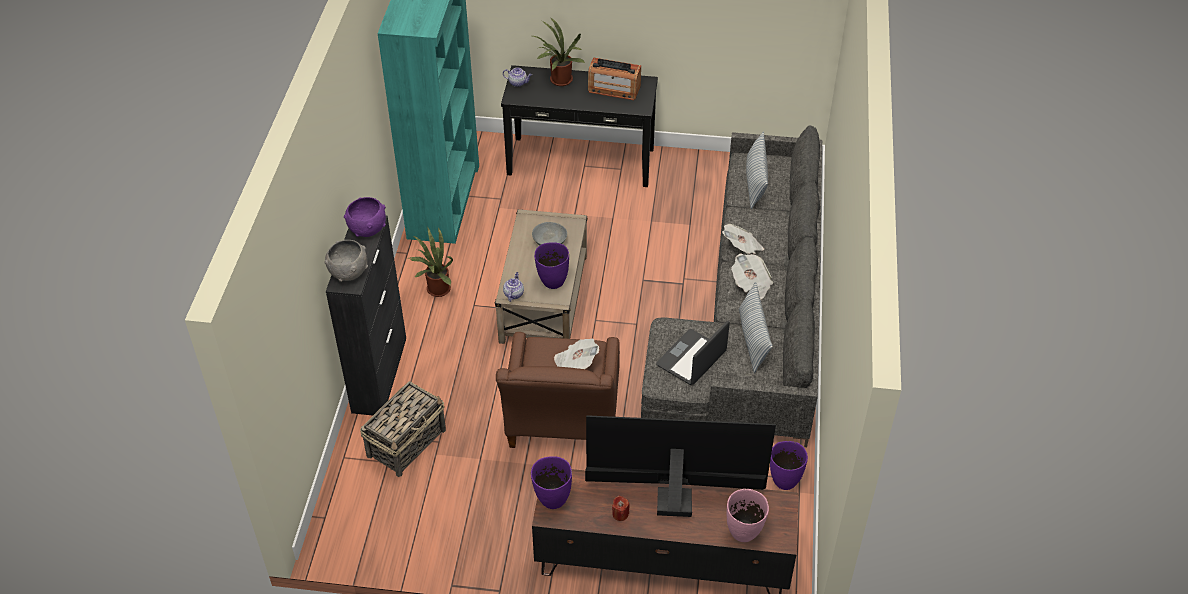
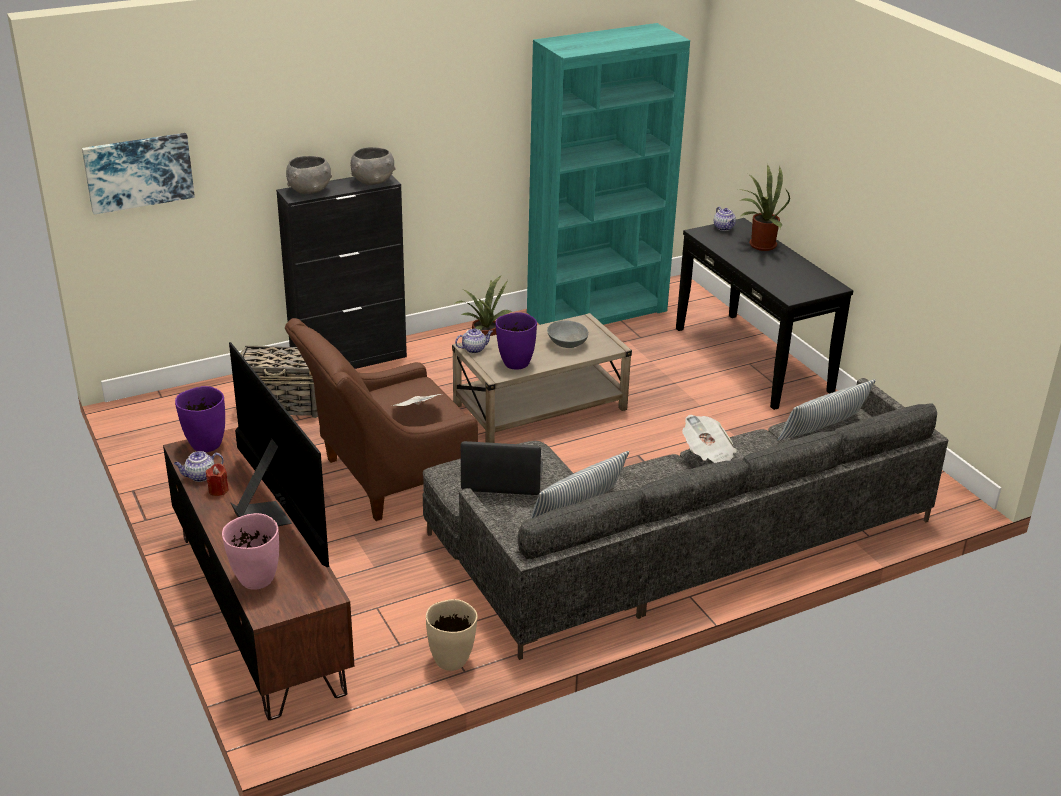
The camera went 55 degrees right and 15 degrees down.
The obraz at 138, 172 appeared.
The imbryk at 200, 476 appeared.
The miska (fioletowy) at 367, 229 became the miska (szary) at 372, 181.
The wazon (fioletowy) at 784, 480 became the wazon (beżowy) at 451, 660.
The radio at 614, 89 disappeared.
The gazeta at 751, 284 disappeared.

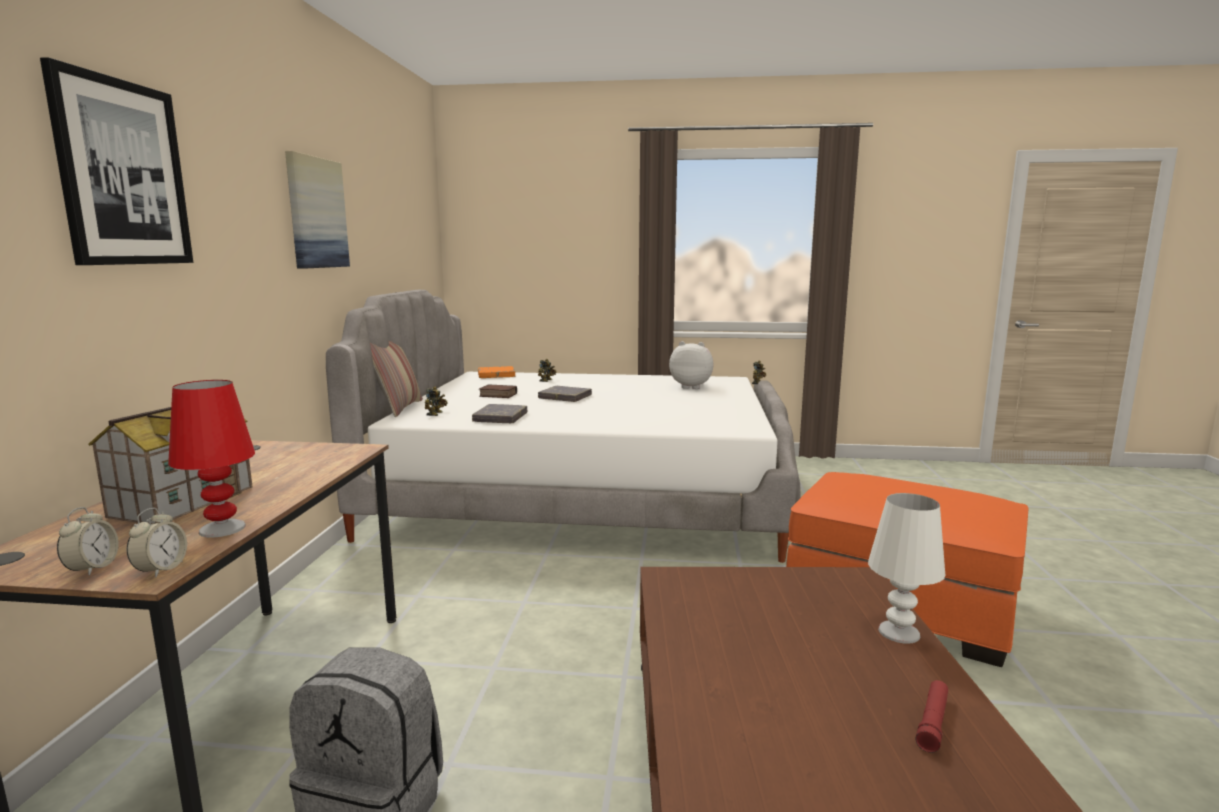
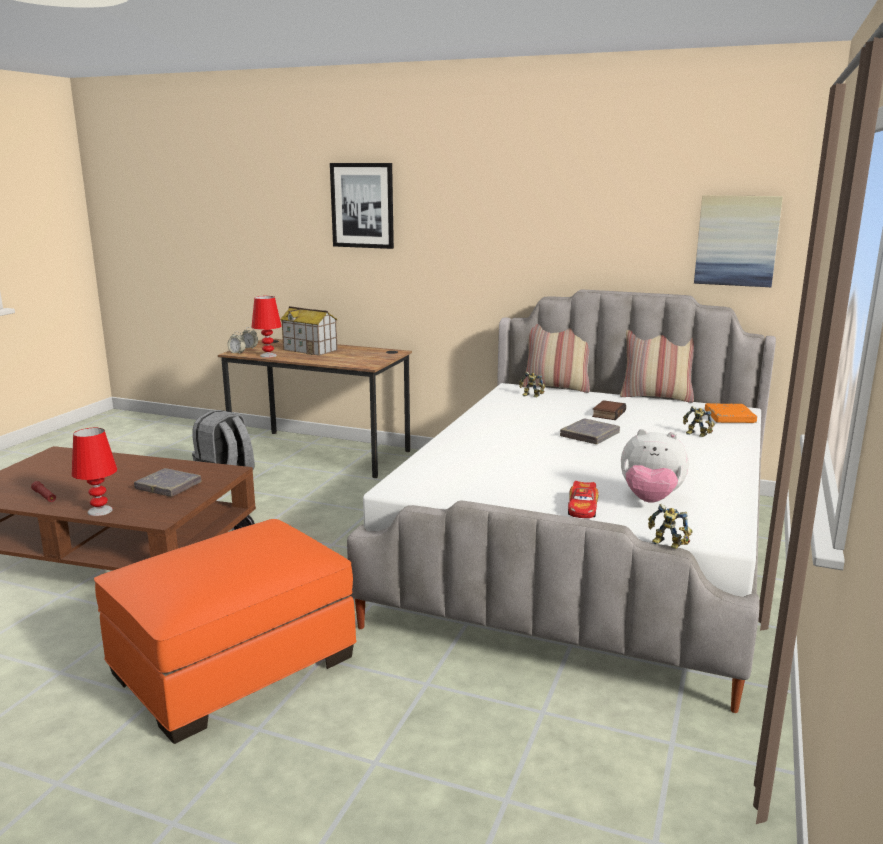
The camera went 105 degrees right and 5 degrees up.
The lampa stołowa (biały) at 899, 632 became the lampa stołowa (czerwony) at 100, 511.
The książka (szary) moved from 500, 418 to 168, 486.
The samochodzik at 582, 508 appeared.
The poduszka at 656, 397 appeared.
The pluszak at 691, 387 turned 75 degrees clockwise.
The obraz moved from 316, 213 to 737, 240.

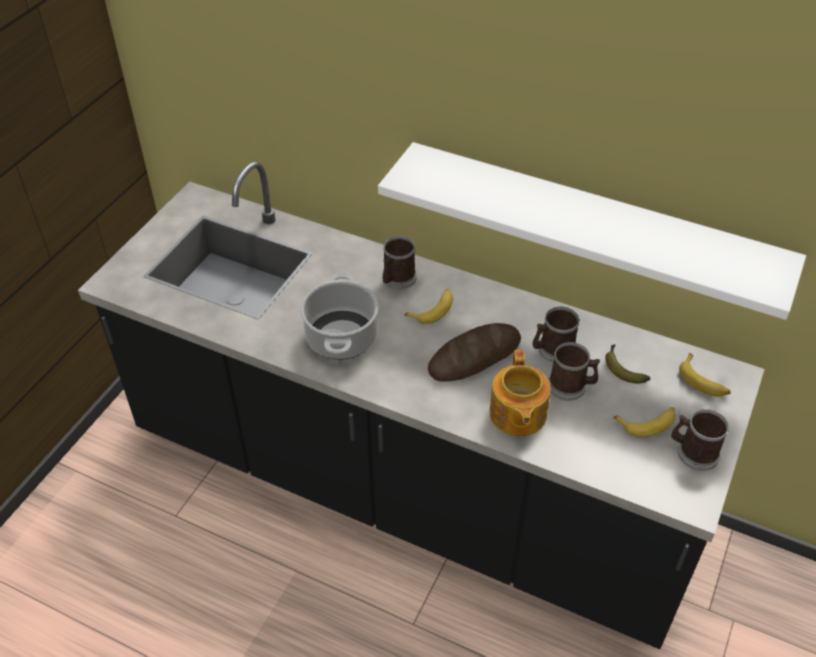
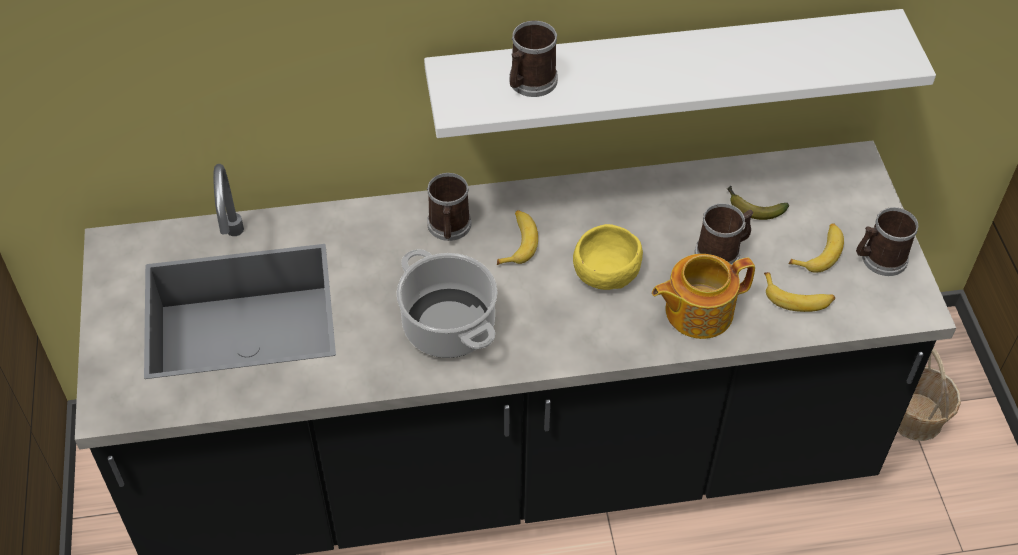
The camera went 35 degrees left and 5 degrees up.
The kubek moved from 552, 350 to 529, 83.
The chleb at 474, 357 was replaced by the miska (żółty) at 604, 272.
The imbryk at 517, 415 turned 105 degrees clockwise.
The banan moved from 703, 381 to 797, 298.
The koszyk at 915, 418 appeared.

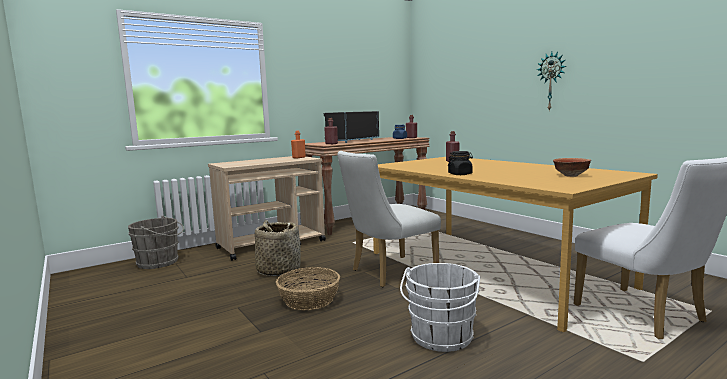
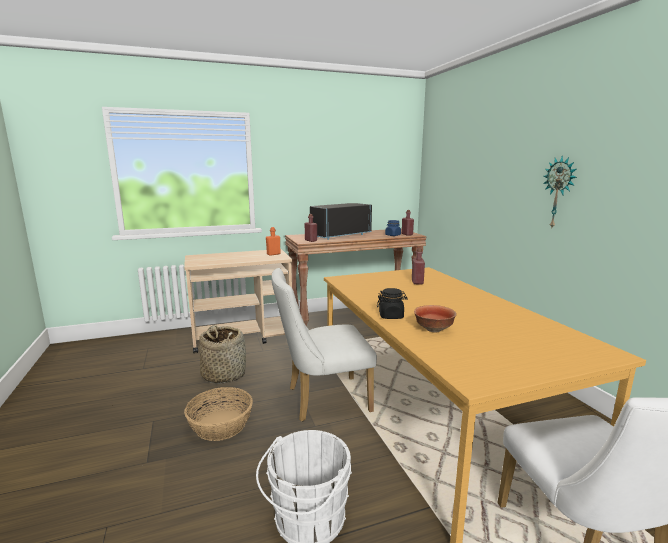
The camera went 15 degrees right and 5 degrees up.
The miska moved from 571, 176 to 433, 330.
The wiadro (szary) at 160, 262 disappeared.

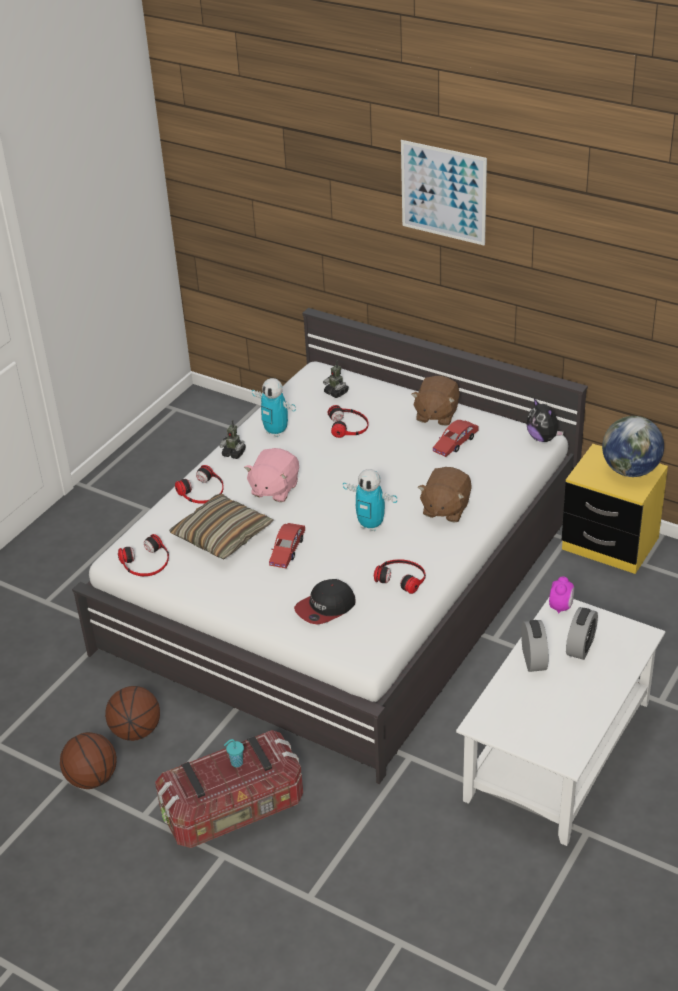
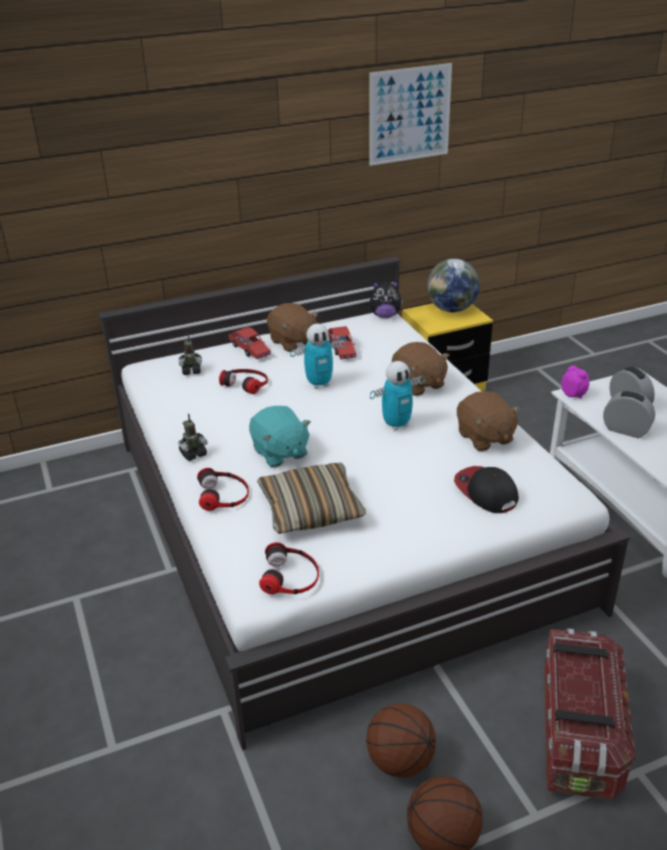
The camera went 55 degrees left and 5 degrees down.
The samochodzik (czerwony) moved from 287, 550 to 249, 350.
The pluszak (różowy) at 274, 489 became the pluszak (turkusowy) at 279, 453.
The robot zabawkowy moved from 276, 432 to 319, 384.
The obraz moved from 443, 192 to 409, 114.
The czapka z daszkiem at 325, 607 turned 150 degrees clockwise.
The słuchawki at 402, 577 was replaced by the pluszak (brązowy) at 484, 438.
The filiżanka (turkusowy) at 236, 763 disappeared.

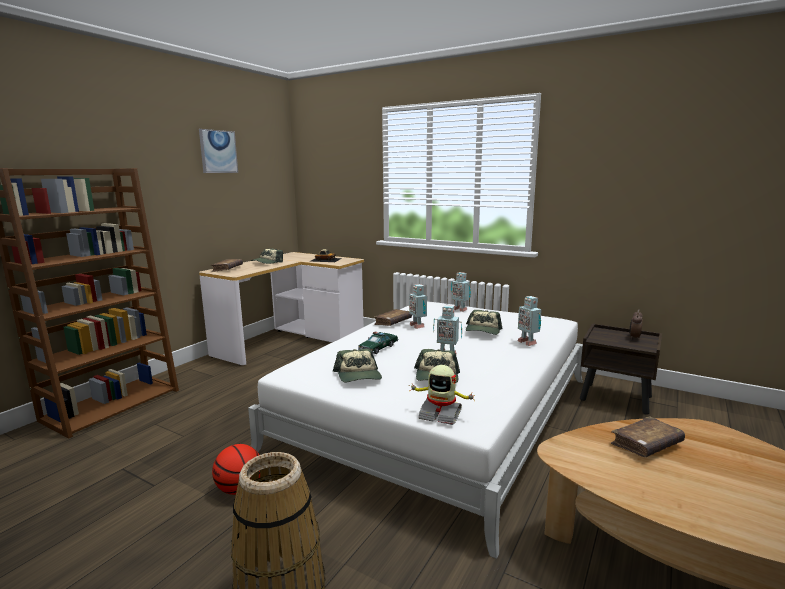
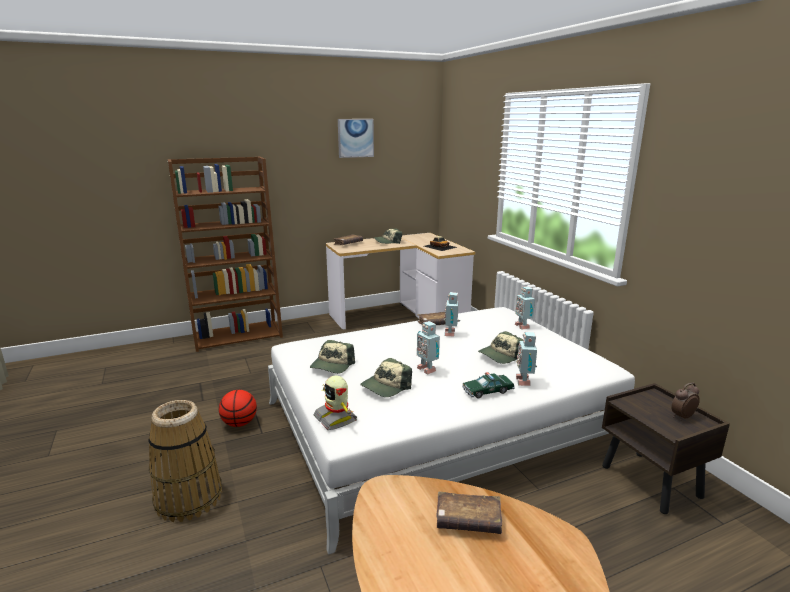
The camera went 35 degrees right and 5 degrees up.
The samochodzik moved from 378, 348 to 487, 391.

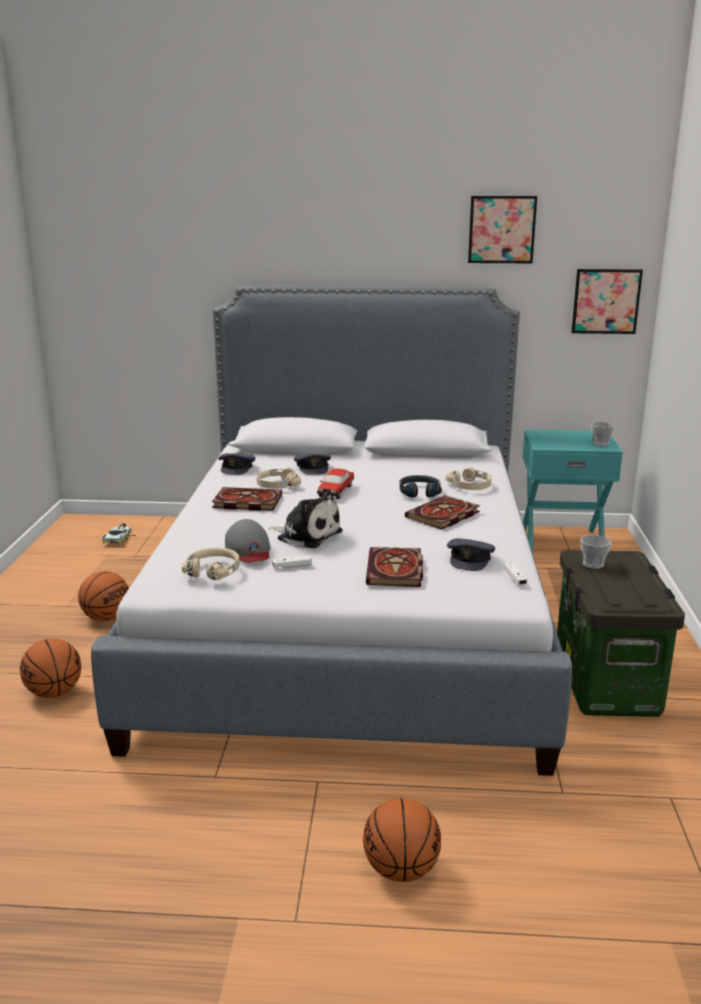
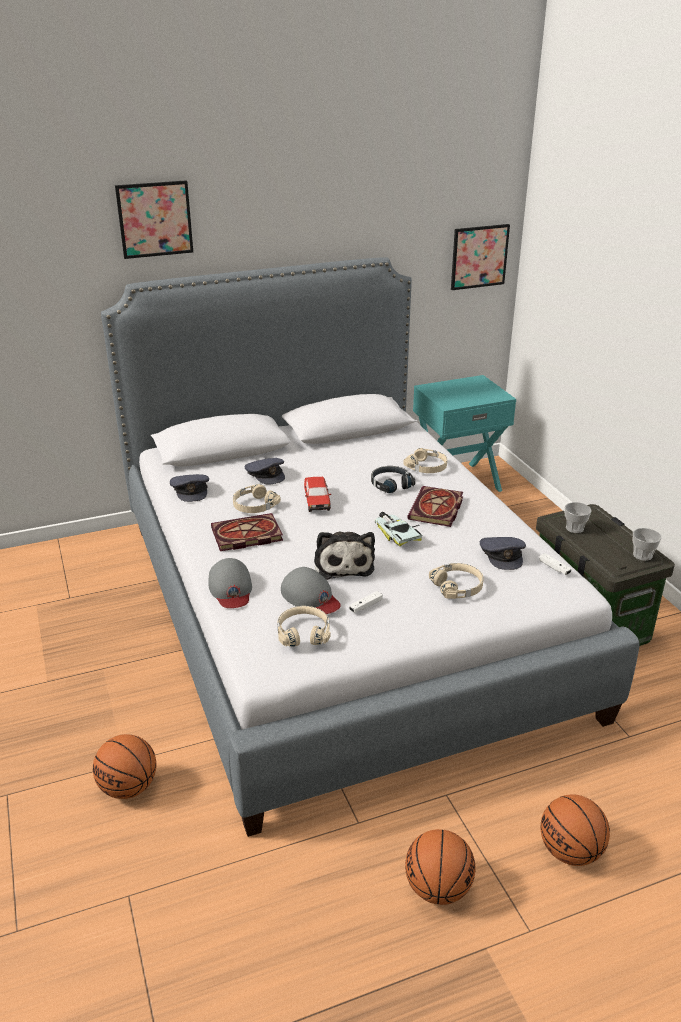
The camera went 25 degrees left and 10 degrees up.
The obraz moved from 501, 229 to 155, 219.
The czapka z daszkiem (szary) at 231, 588 appeared.
The pluszak at 307, 535 turned 75 degrees clockwise.
The samochodzik moved from 119, 537 to 397, 532.
The piłka do koszykówki moved from 106, 618 to 438, 888.
The książka at 396, 571 was replaced by the słuchawki (beżowy) at 458, 586.
The filiżanka moved from 600, 444 to 642, 555.

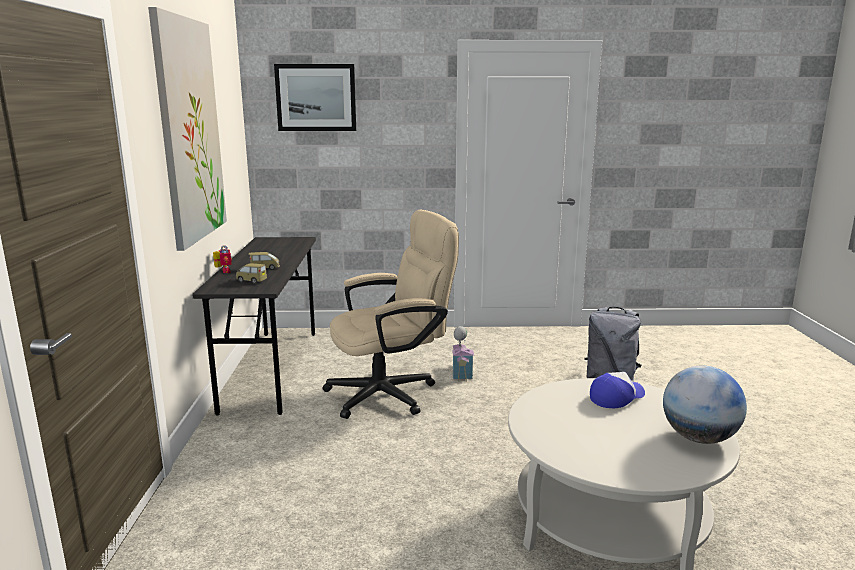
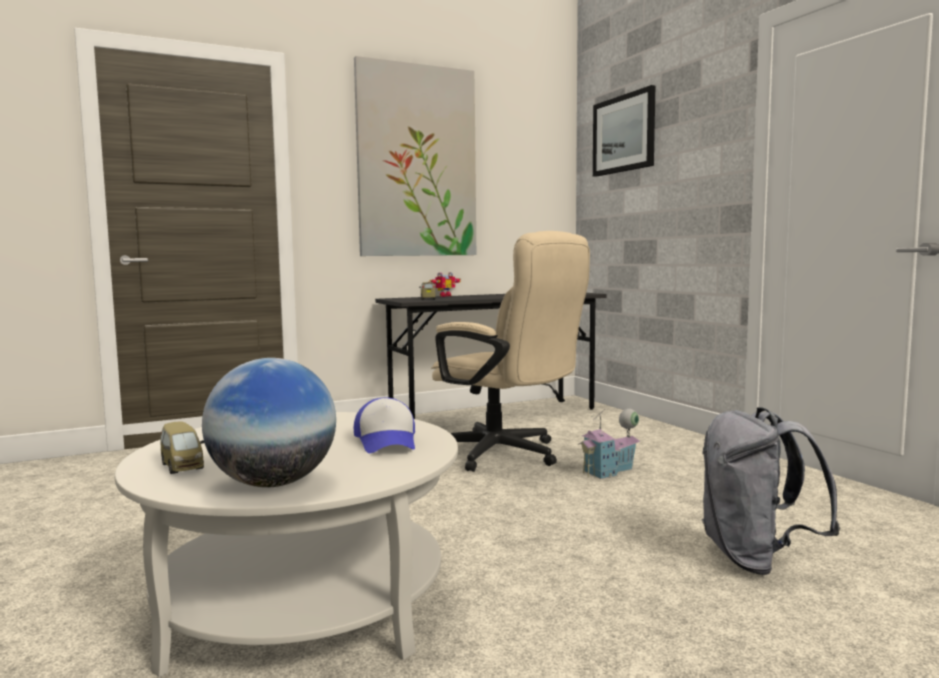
The camera went 65 degrees right and 10 degrees down.
The samochodzik moved from 265, 268 to 182, 466.
The czapka z daszkiem at 616, 397 turned 45 degrees clockwise.

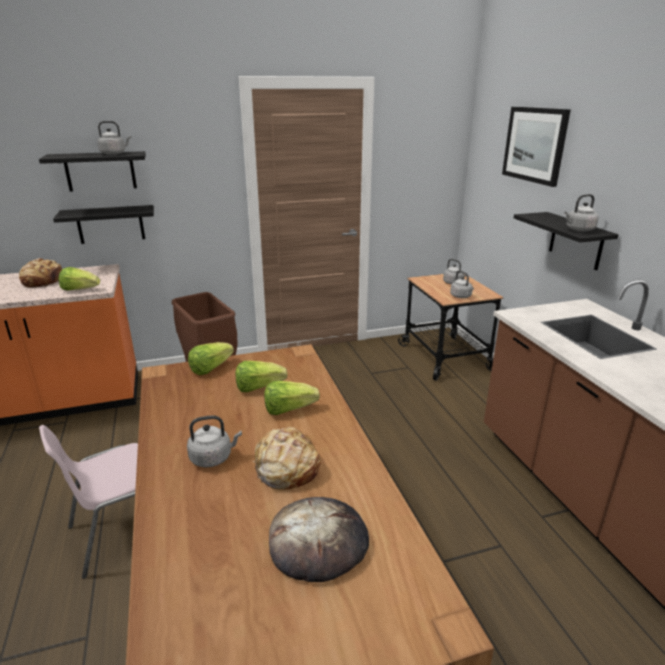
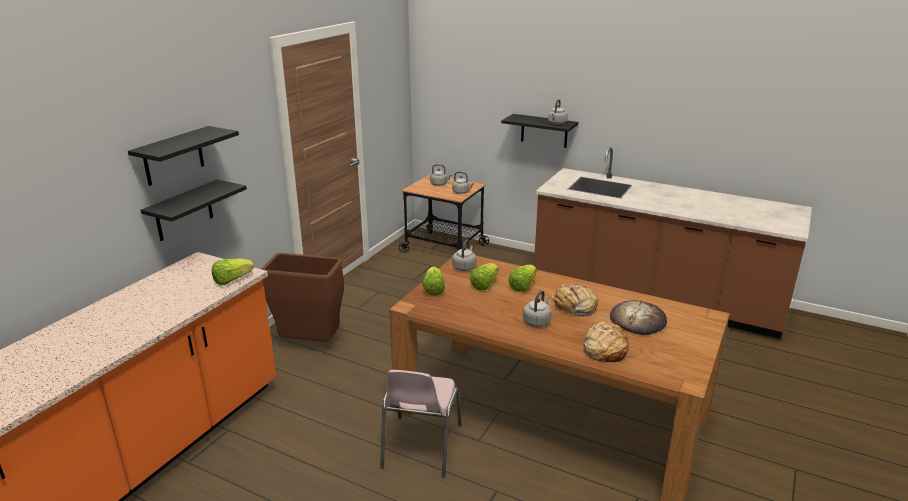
The camera went 45 degrees left and 0 degrees up.
The czajnik (szary) moved from 114, 154 to 464, 267.
The chleb moved from 43, 281 to 604, 349.
The obraz at 534, 145 disappeared.

